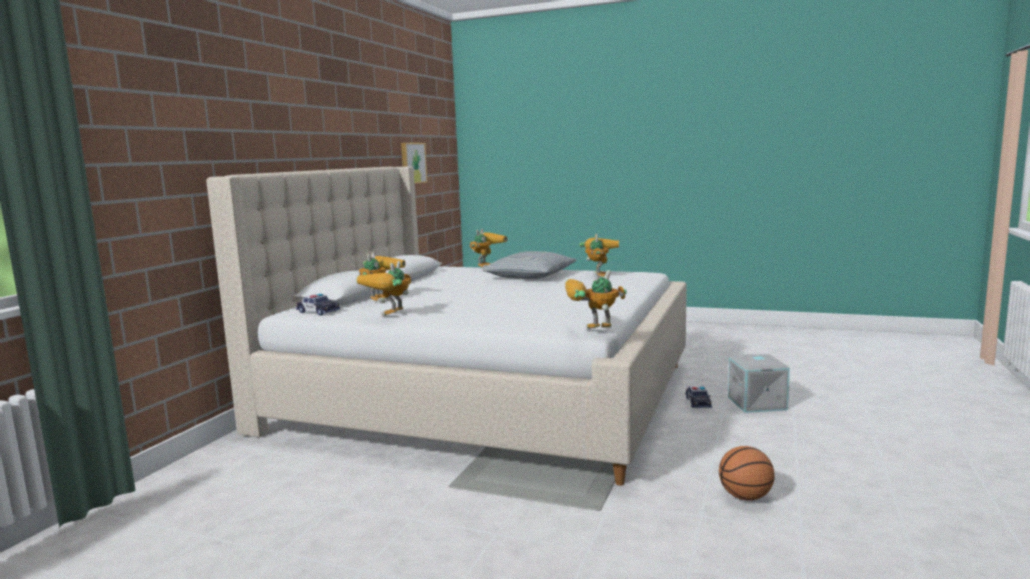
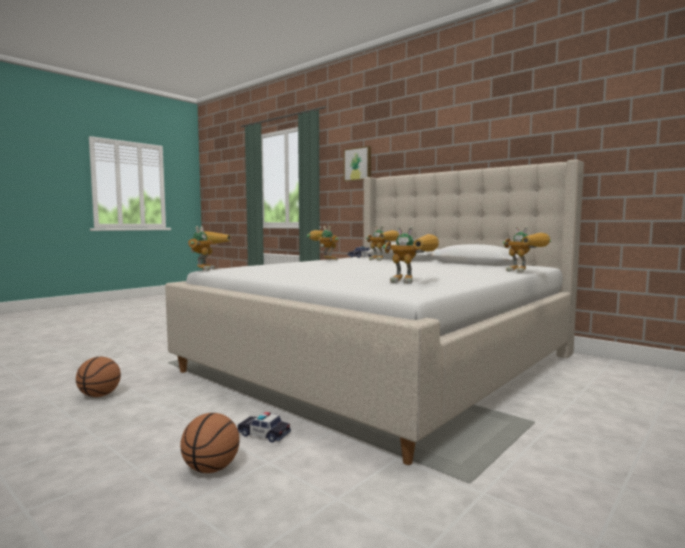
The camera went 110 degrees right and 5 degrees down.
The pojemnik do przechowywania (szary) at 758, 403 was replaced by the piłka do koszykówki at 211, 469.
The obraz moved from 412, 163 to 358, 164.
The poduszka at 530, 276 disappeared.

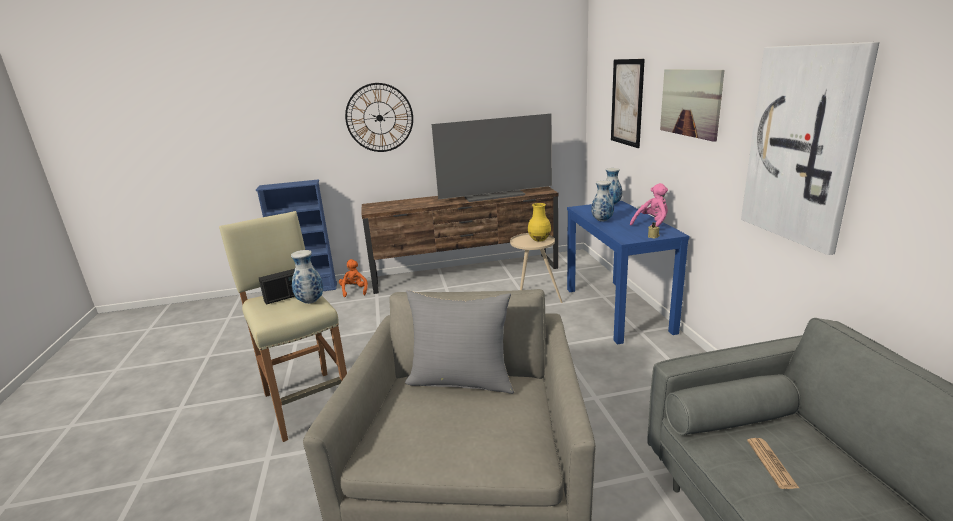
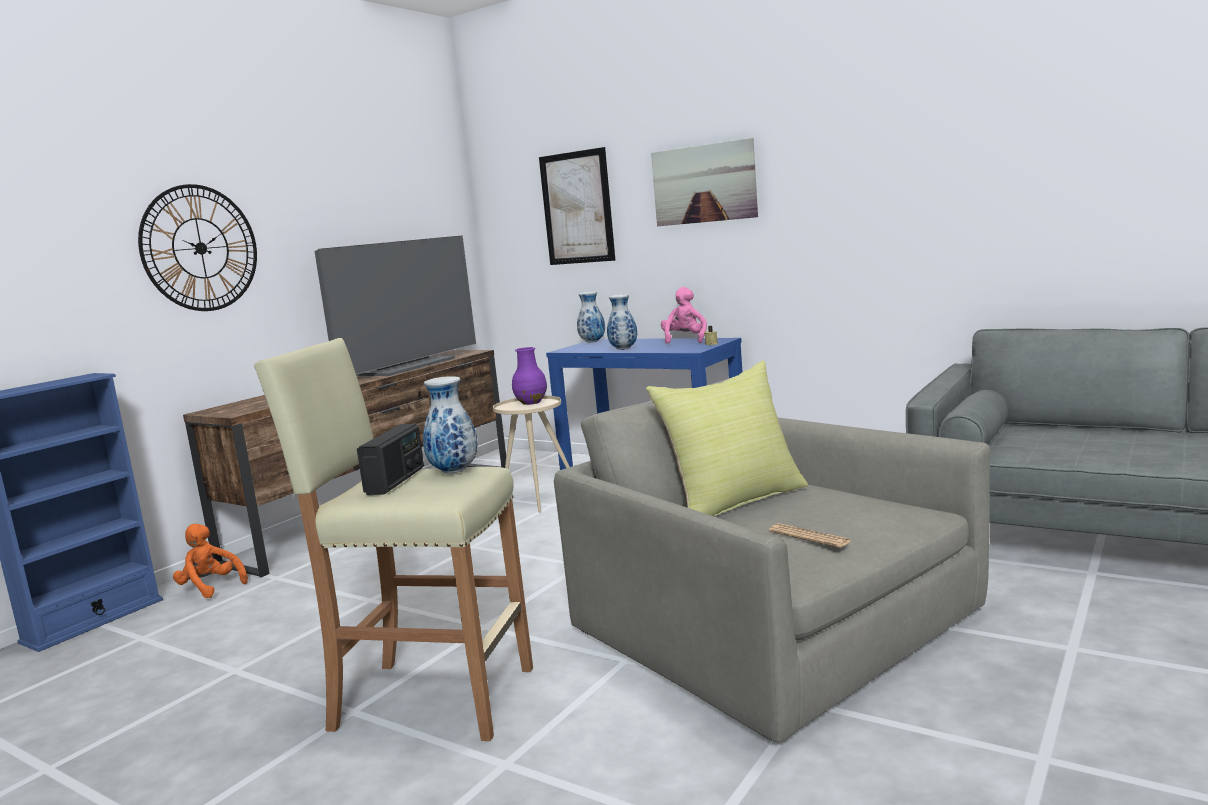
The camera went 45 degrees left and 10 degrees down.
The wazon (żółty) at 539, 239 became the wazon (fioletowy) at 531, 402.
The poduszka (szary) at 461, 380 became the poduszka (żółty) at 735, 501.
The gazeta moved from 771, 463 to 809, 536.
The obraz at 802, 145 disappeared.

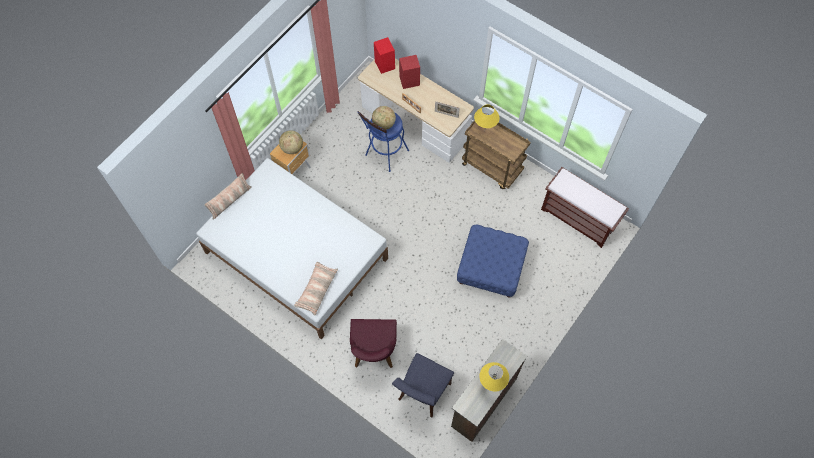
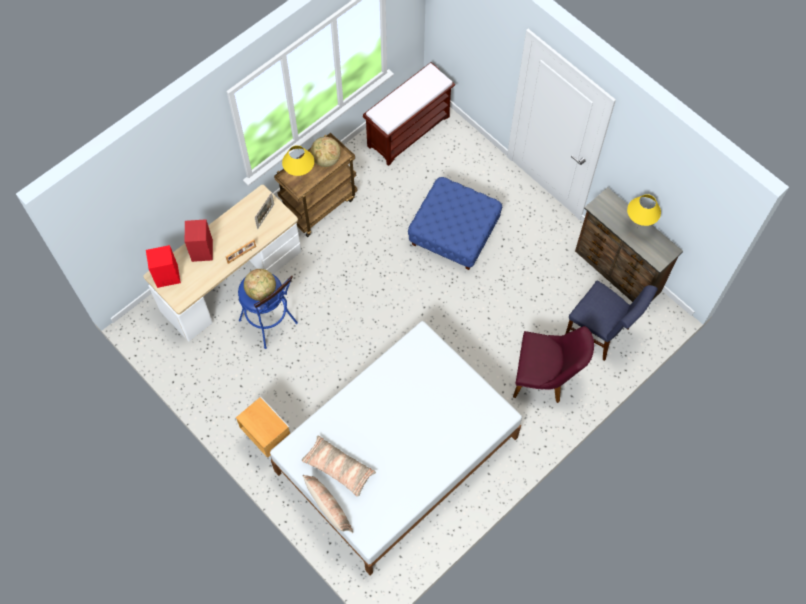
The camera went 80 degrees left and 0 degrees up.
The poduszka moved from 316, 290 to 338, 468.
The globus moved from 292, 148 to 326, 160.

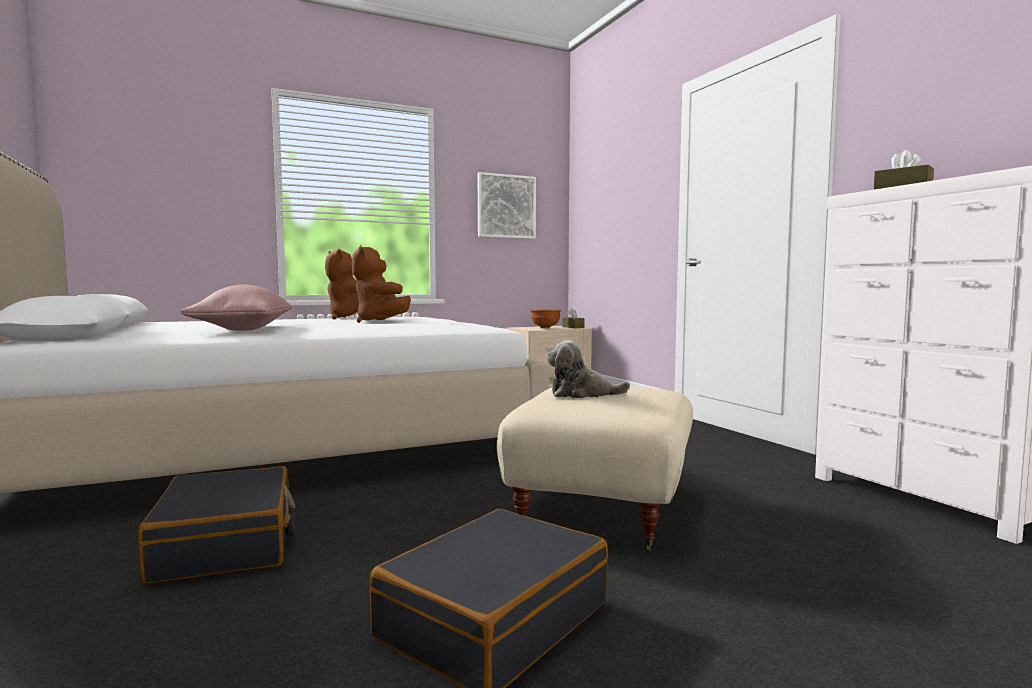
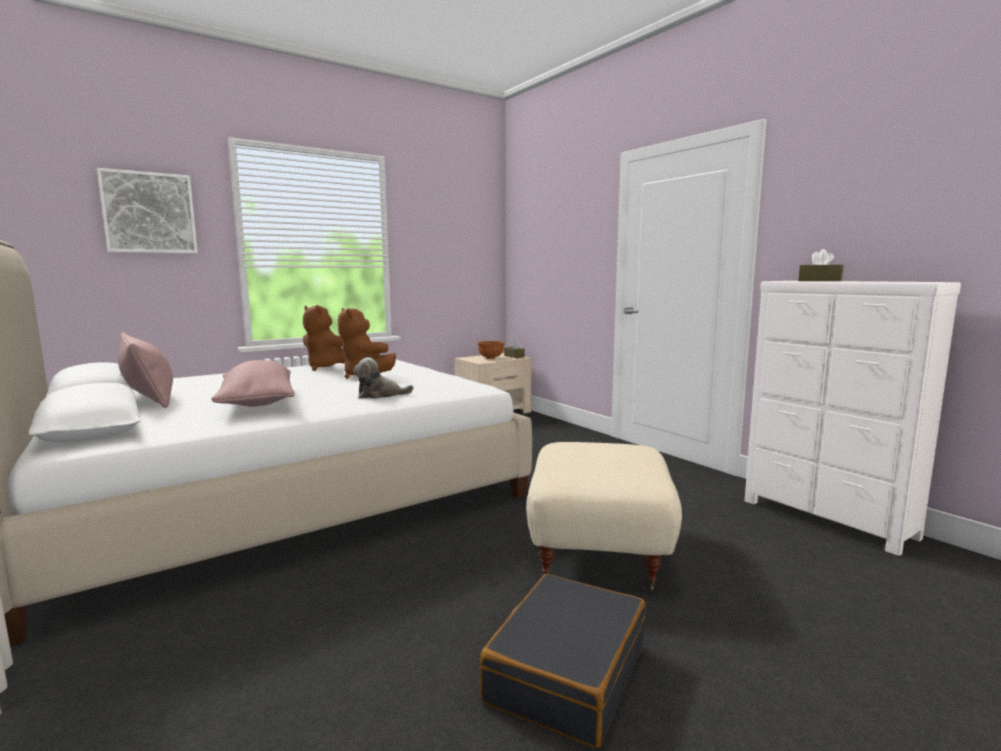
The camera went 10 degrees left and 5 degrees up.
The obraz moved from 506, 206 to 149, 213.
The poduszka (różowy) at 149, 397 appeared.
The pluszak moved from 582, 394 to 380, 395.
The walizka (czarny) at 227, 543 disappeared.

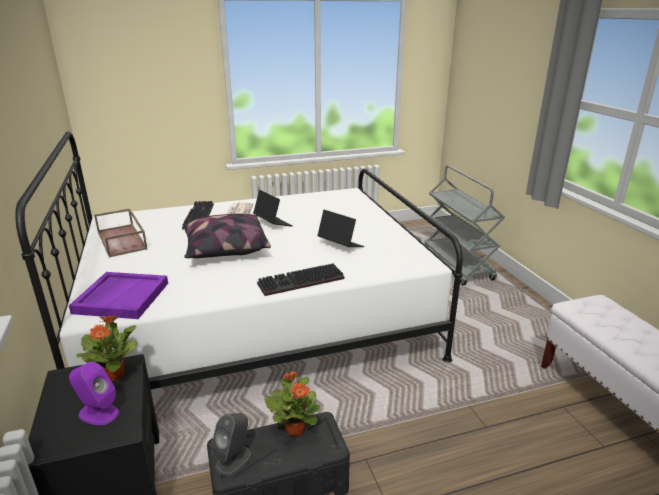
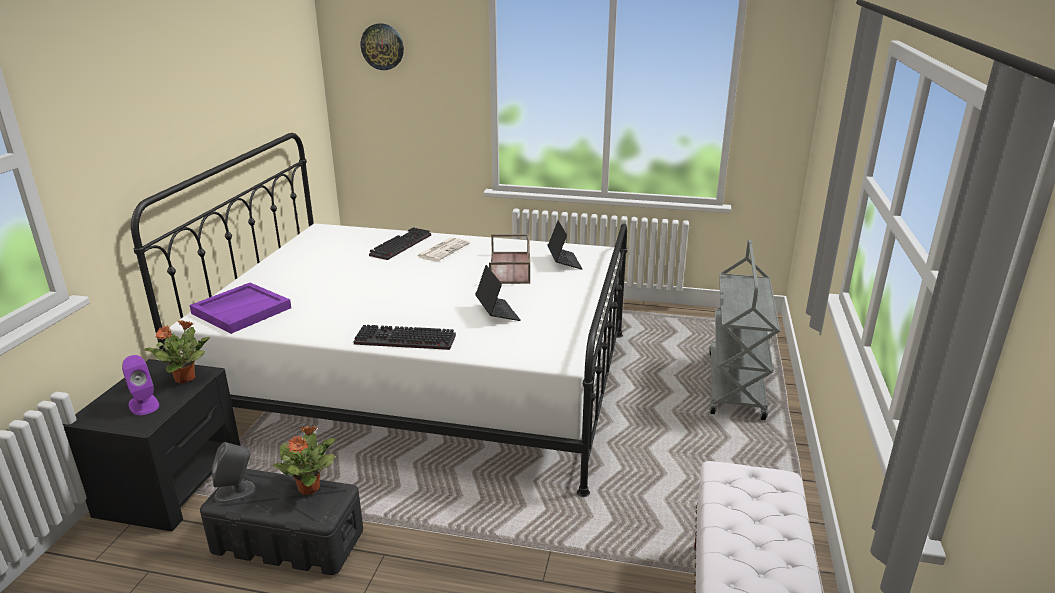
The camera went 30 degrees right and 0 degrees up.
The zegar ścienny at 382, 46 appeared.
The taca (brązowy) moved from 122, 240 to 511, 268.
The laptop moved from 272, 223 to 564, 262.
The poduszka at 225, 249 disappeared.

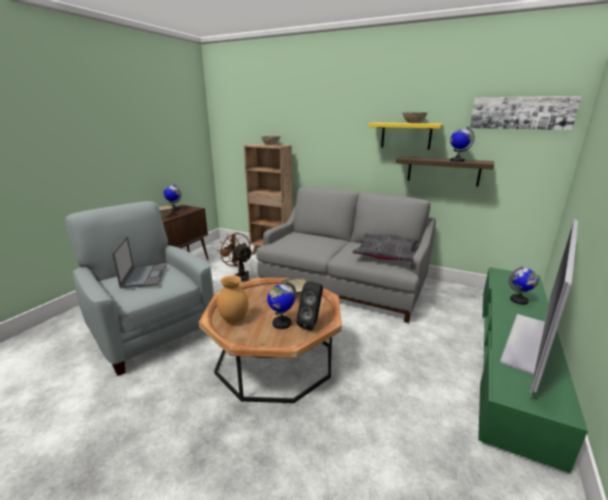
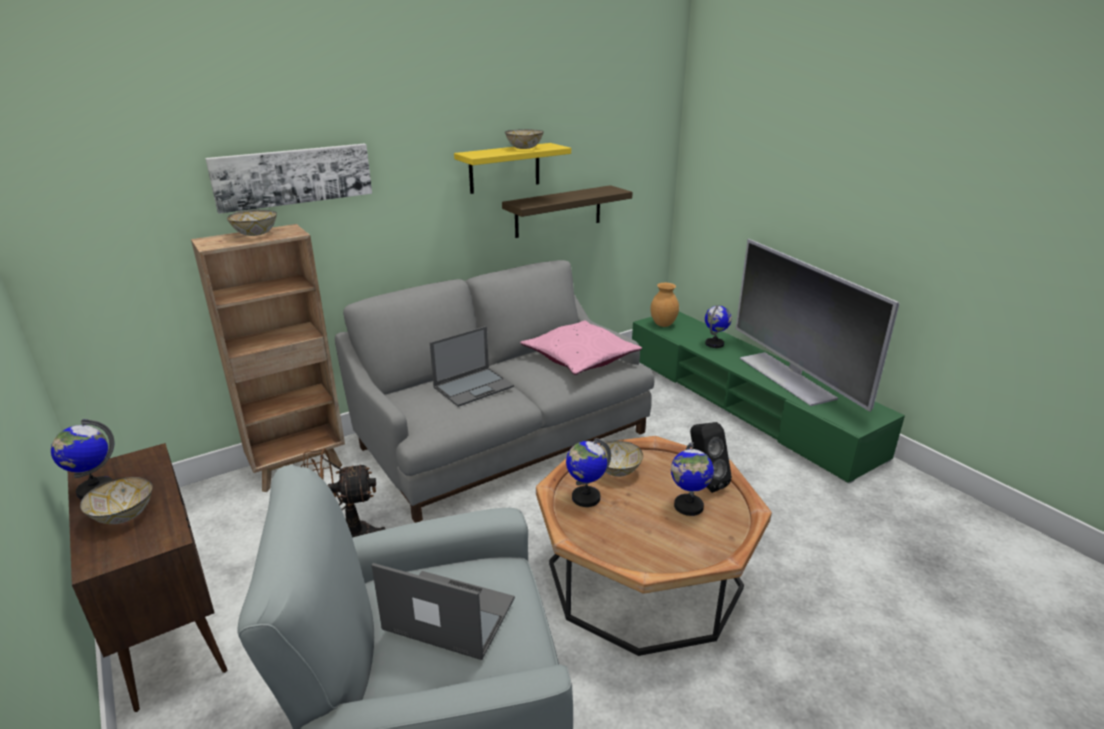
The camera went 60 degrees left and 5 degrees up.
The obraz moved from 521, 113 to 293, 176.
The laptop at 474, 386 appeared.
The poduszka (szary) at 386, 254 became the poduszka (różowy) at 580, 357.
The globus moved from 457, 160 to 585, 498.
The wazon (brązowy) moved from 234, 319 to 662, 324.

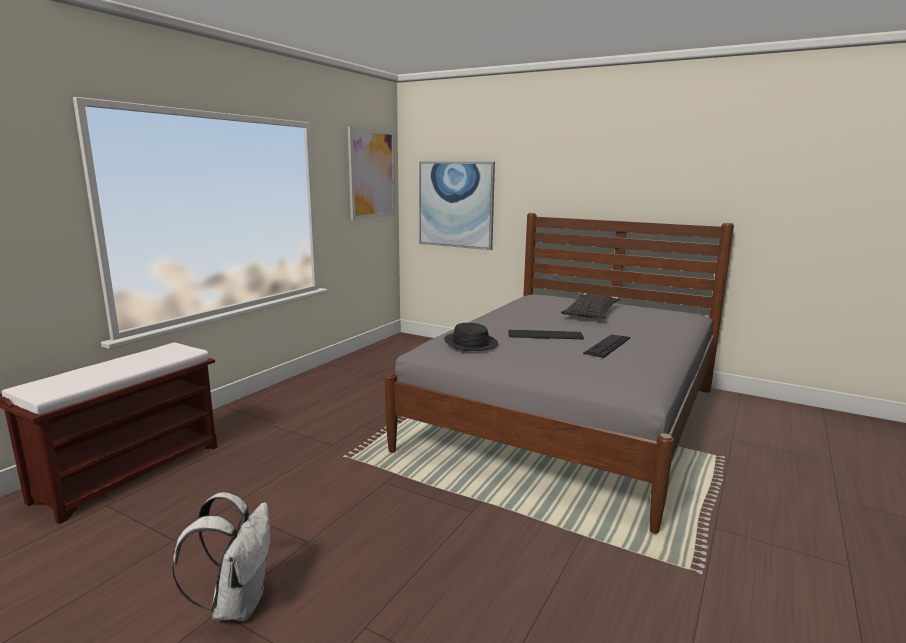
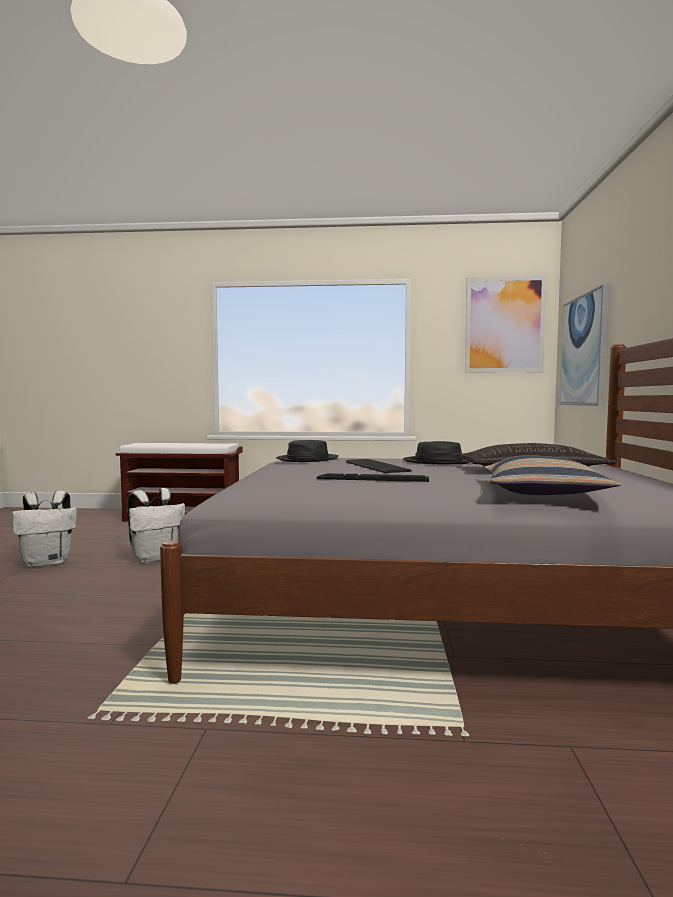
The camera went 65 degrees right and 10 degrees down.
The plecak (biały) at 155, 558 appeared.
The kapelusz (czarny) at 438, 462 appeared.
The poduszka at 543, 492 appeared.

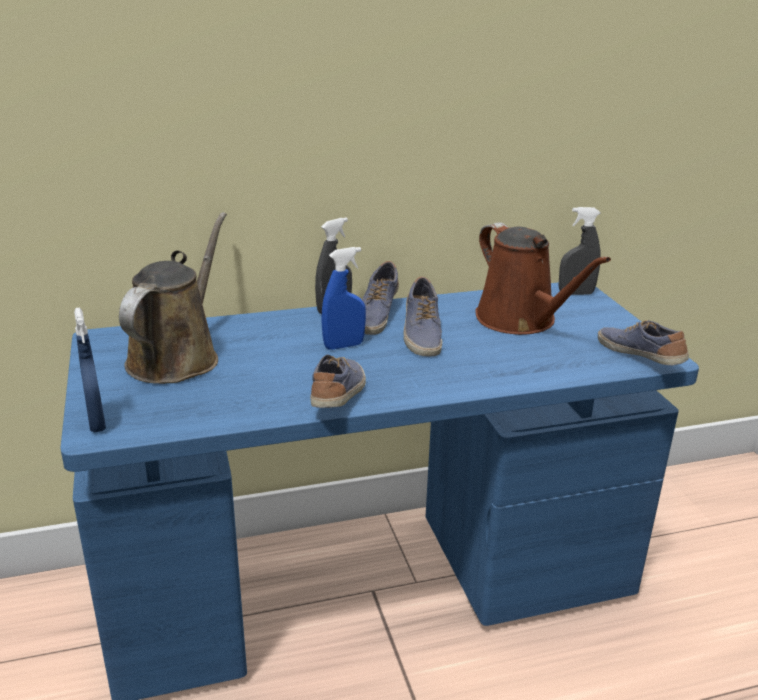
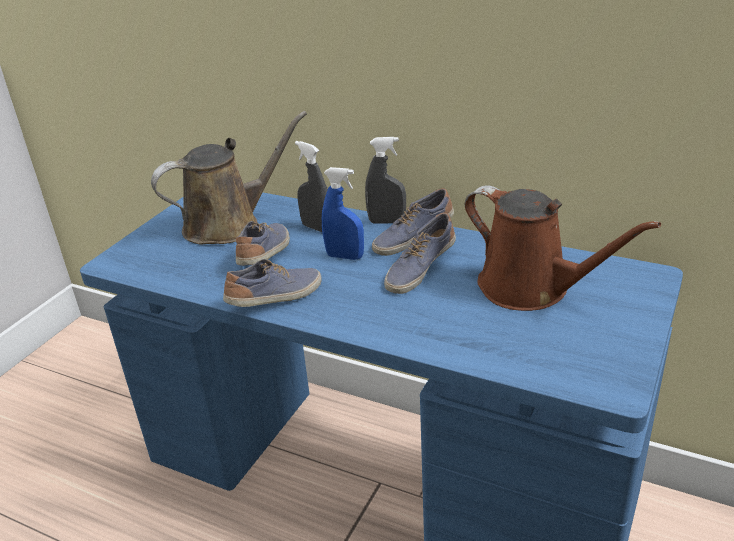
The camera went 45 degrees right and 5 degrees up.
The but moved from 640, 356 to 266, 254.
The spryskiwacz (szary) moved from 575, 293 to 316, 228.
The konewka (brązowy) at 520, 320 turned 60 degrees counterclockwise.
The spryskiwacz (niebieski) at 97, 422 disappeared.

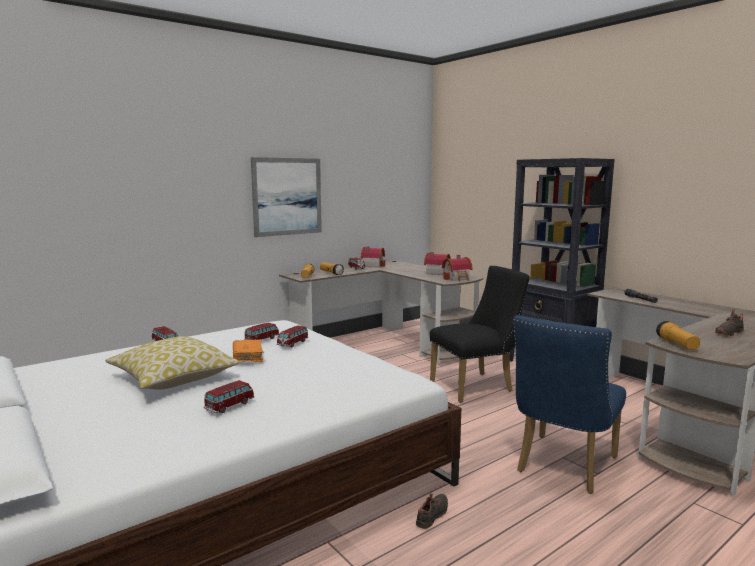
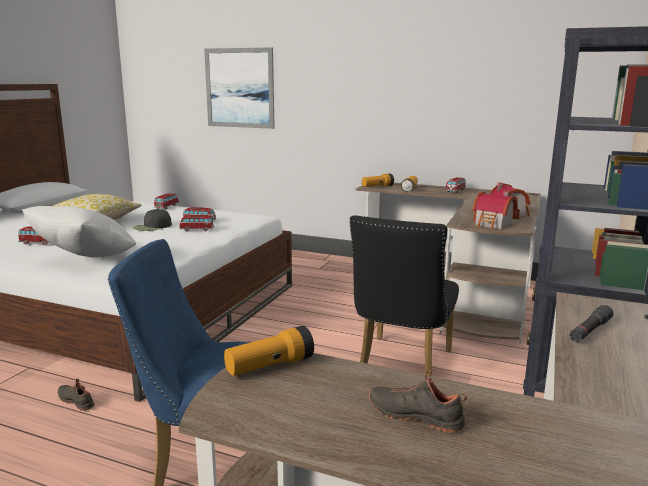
The camera went 60 degrees right and 5 degrees up.
The poduszka (biały) at 84, 259 appeared.
The but (czarny) at 433, 516 turned 150 degrees counterclockwise.
The książka (pomarańczowy) at 248, 357 was replaced by the czapka z daszkiem (czarny) at 152, 227.
The obraz moved from 287, 196 to 239, 88.
The krzesło (czarny) at 477, 386 turned 75 degrees clockwise.
The domek at 372, 265 disappeared.

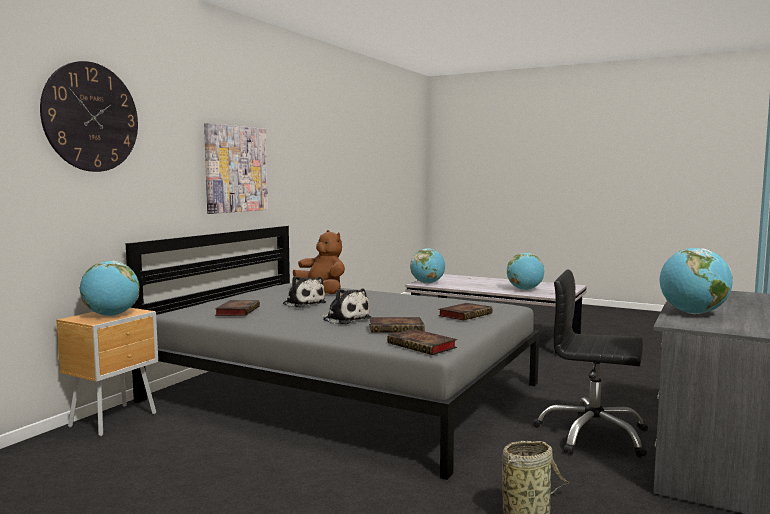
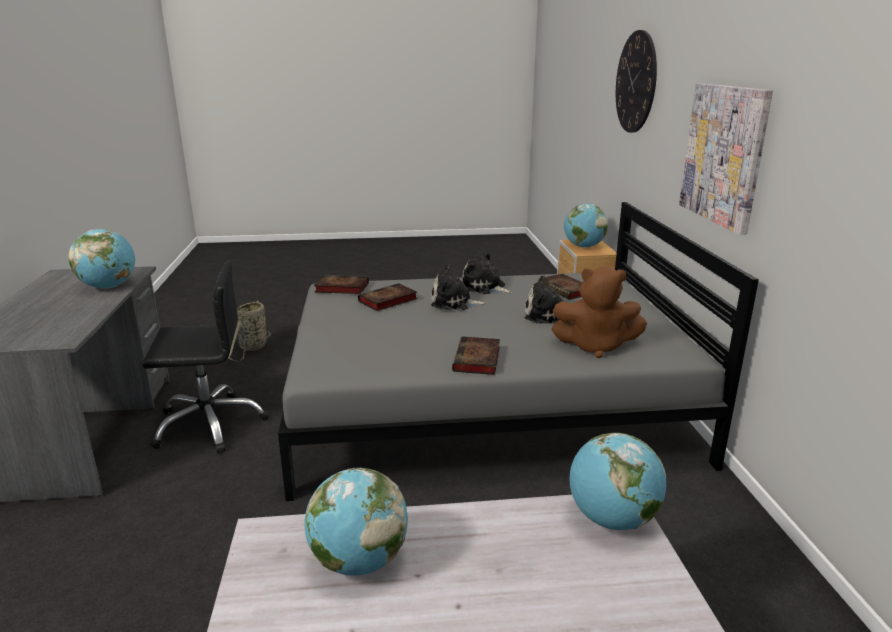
The camera went 145 degrees right and 15 degrees up.
The książka moved from 465, 315 to 477, 360.
The pluszak at 485, 287 appeared.

